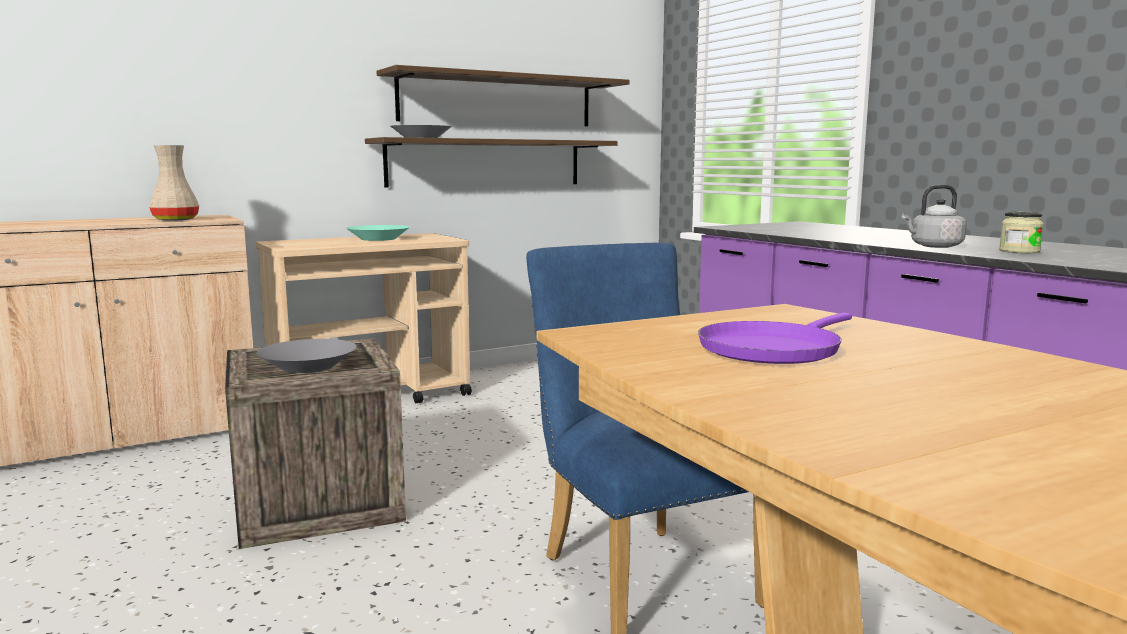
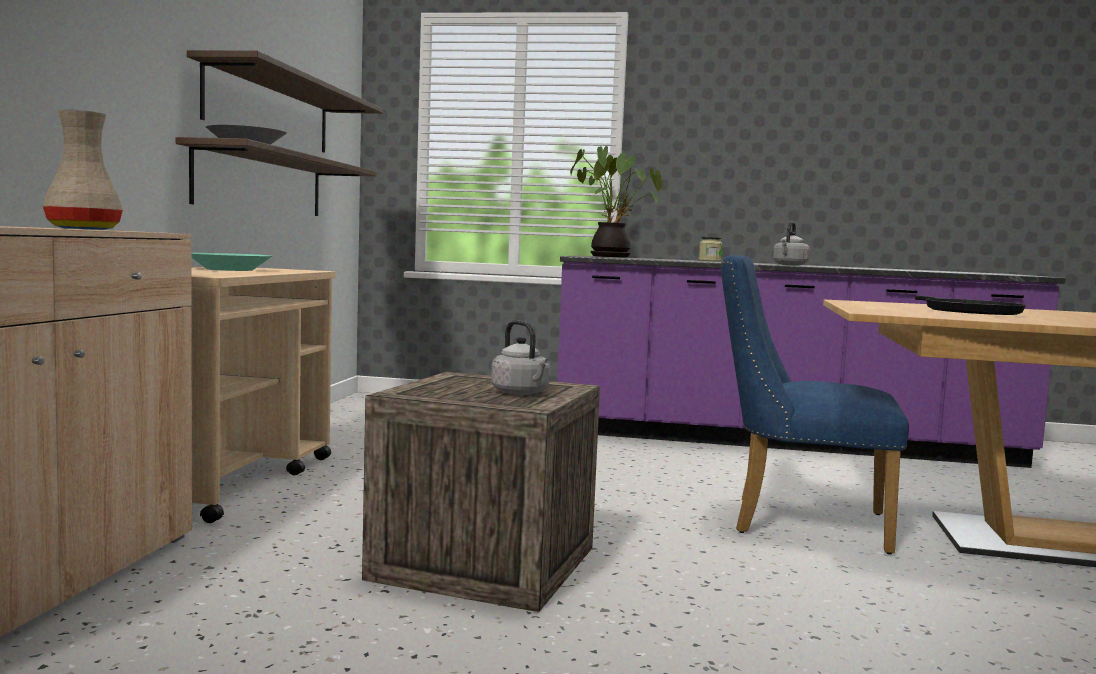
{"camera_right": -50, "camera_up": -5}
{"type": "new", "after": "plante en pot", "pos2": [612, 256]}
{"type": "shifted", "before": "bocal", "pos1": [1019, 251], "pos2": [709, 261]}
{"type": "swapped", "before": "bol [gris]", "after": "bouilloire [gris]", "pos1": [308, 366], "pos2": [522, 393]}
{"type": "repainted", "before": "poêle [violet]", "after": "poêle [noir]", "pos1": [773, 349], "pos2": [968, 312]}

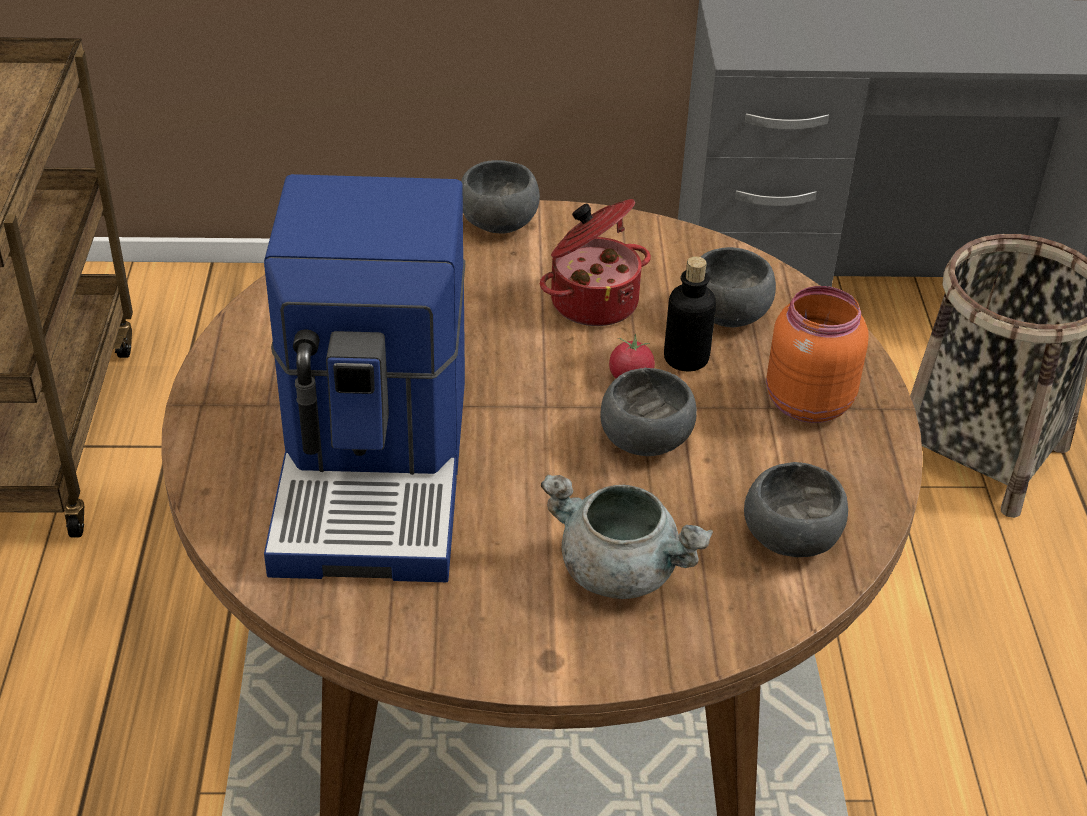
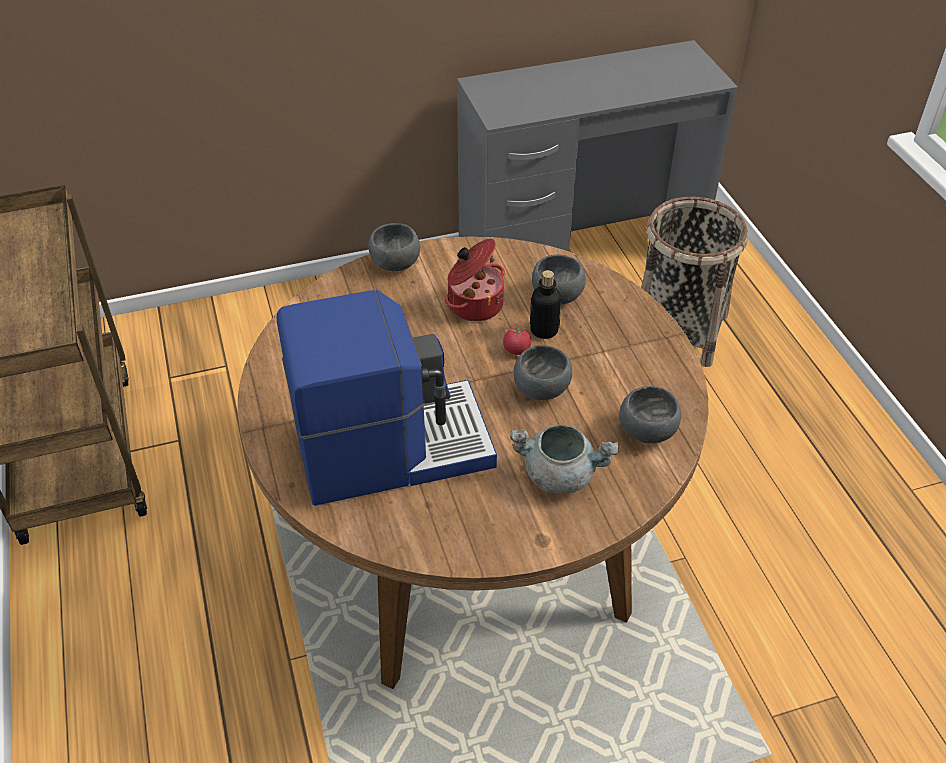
{"camera_right": -15, "camera_up": 5}
{"type": "gone", "before": "bocal [orange]", "pos1": [805, 402]}
{"type": "rotated", "before": "machine à café", "pos1": [377, 470], "pos2": [391, 446], "turn": -90}

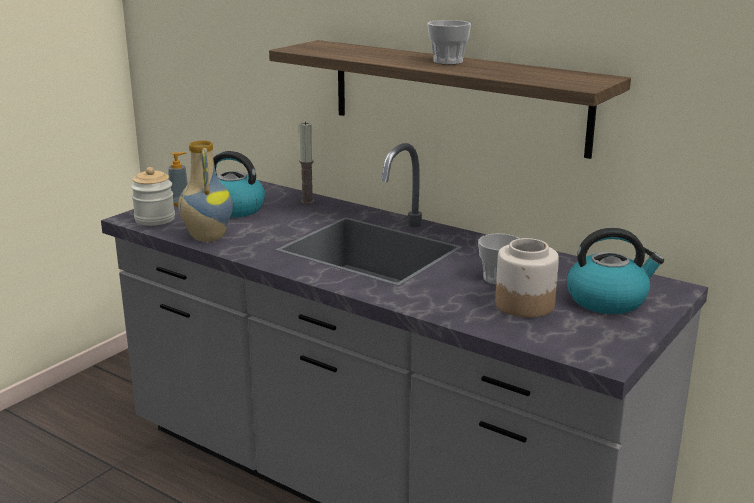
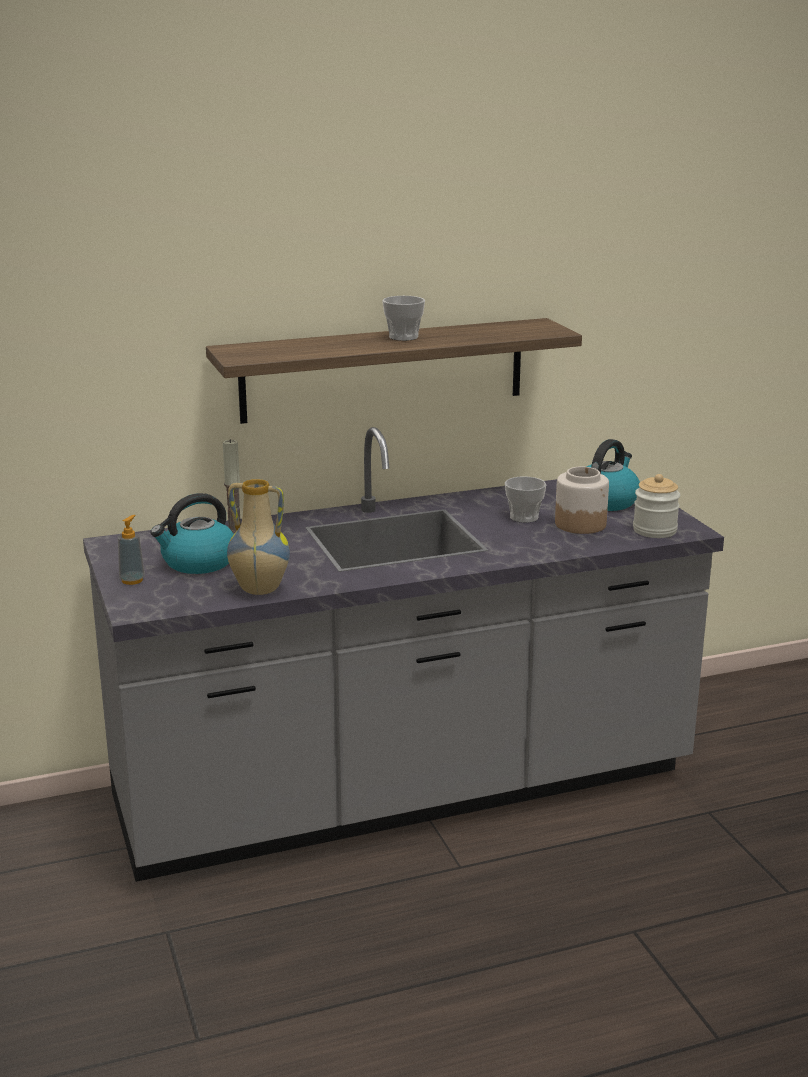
{"camera_right": -55, "camera_up": 0}
{"type": "shifted", "before": "bocal", "pos1": [155, 219], "pos2": [654, 530]}

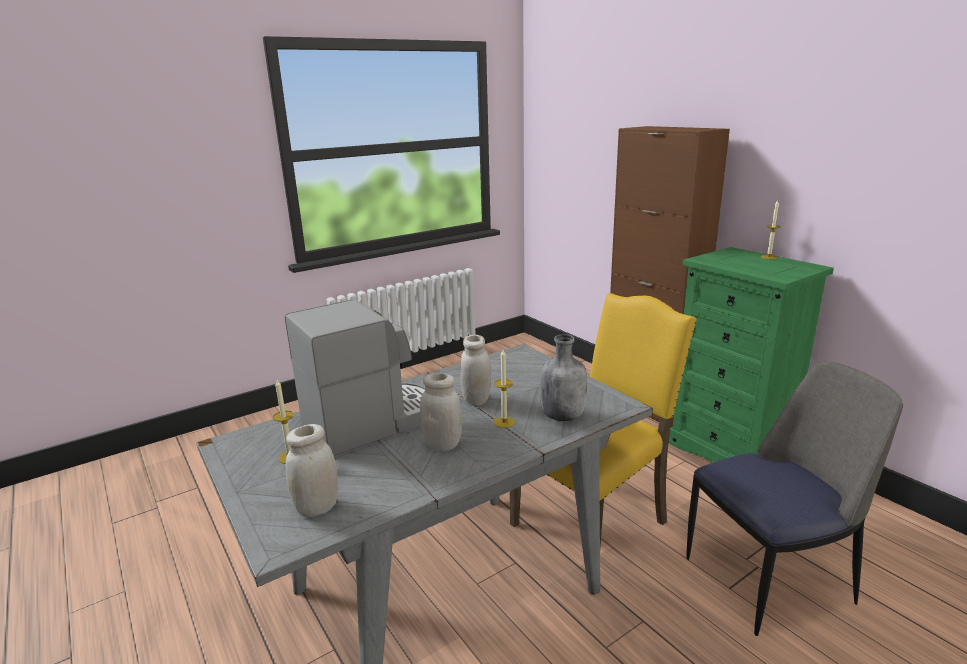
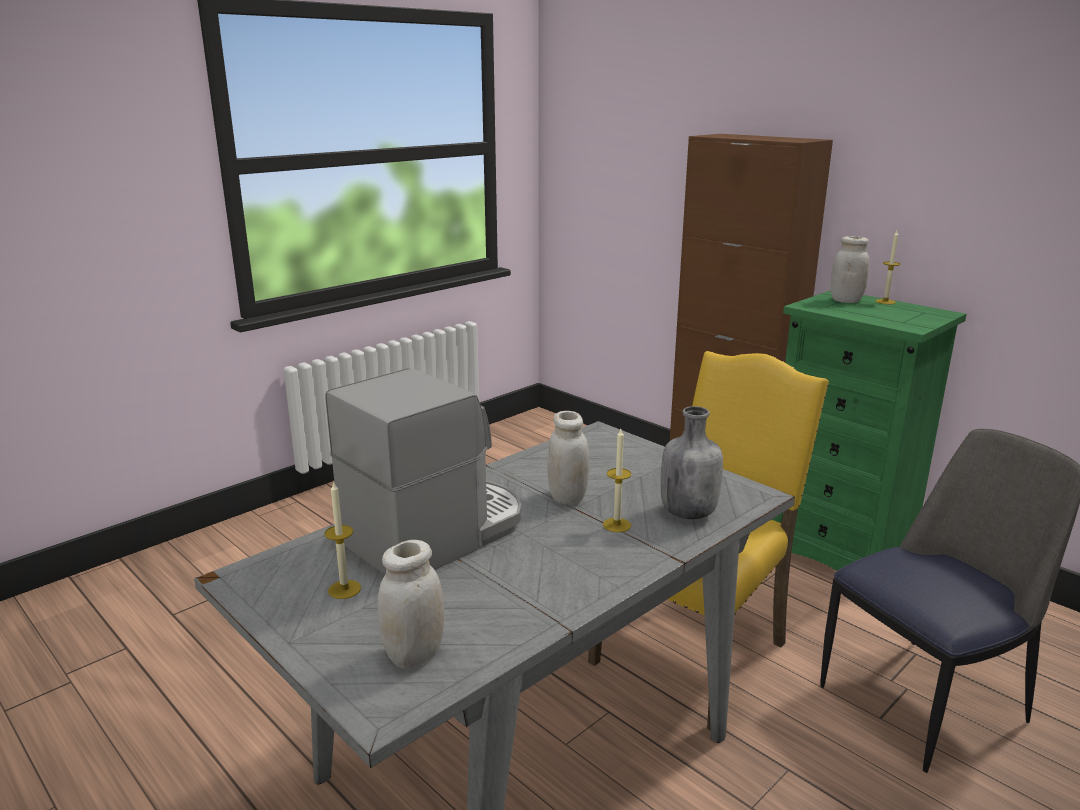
{"camera_right": -10, "camera_up": 0}
{"type": "shifted", "before": "bocal [blanc]", "pos1": [442, 444], "pos2": [846, 300]}

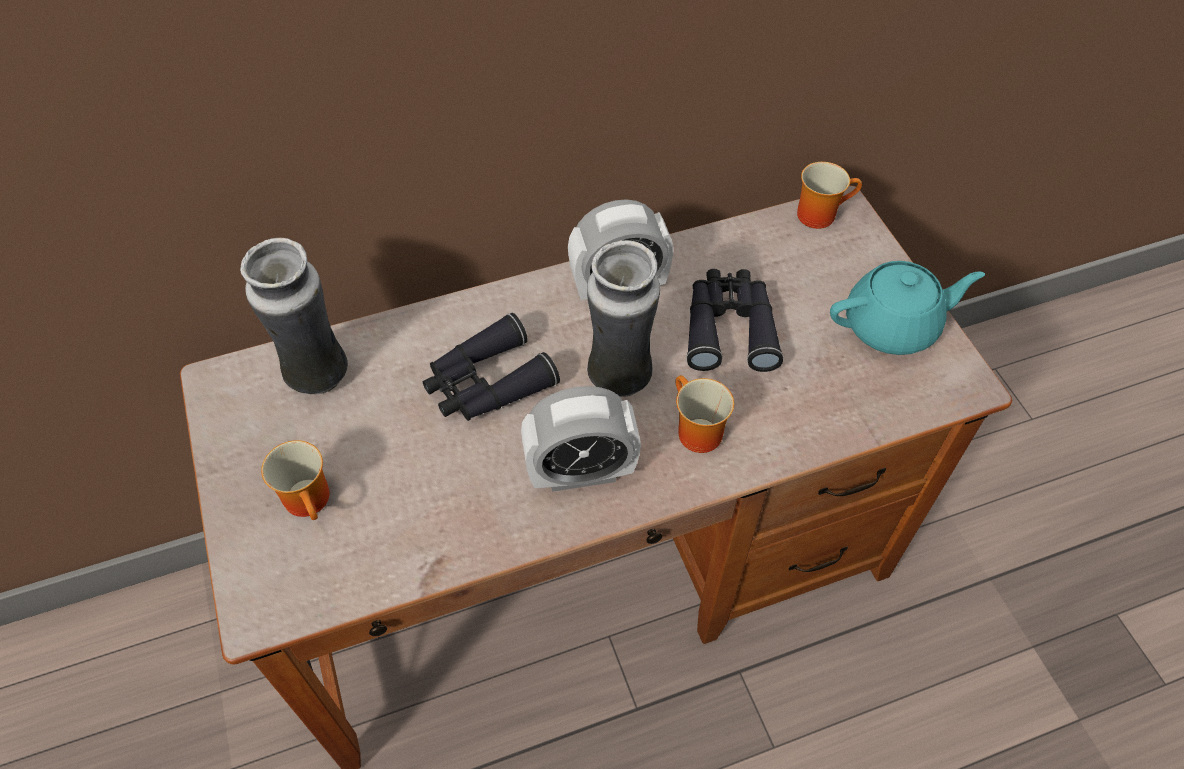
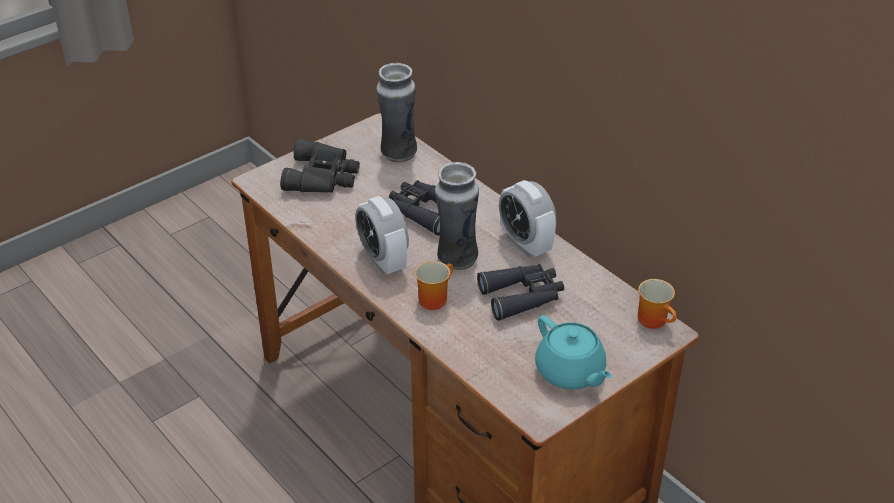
{"camera_right": 70, "camera_up": -15}
{"type": "swapped", "before": "mug", "after": "jumelles [noir]", "pos1": [312, 500], "pos2": [323, 176]}

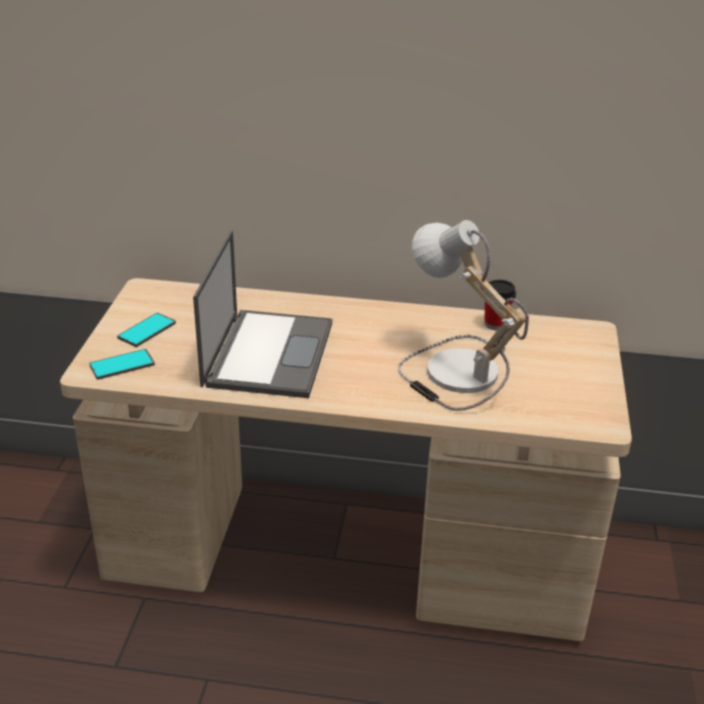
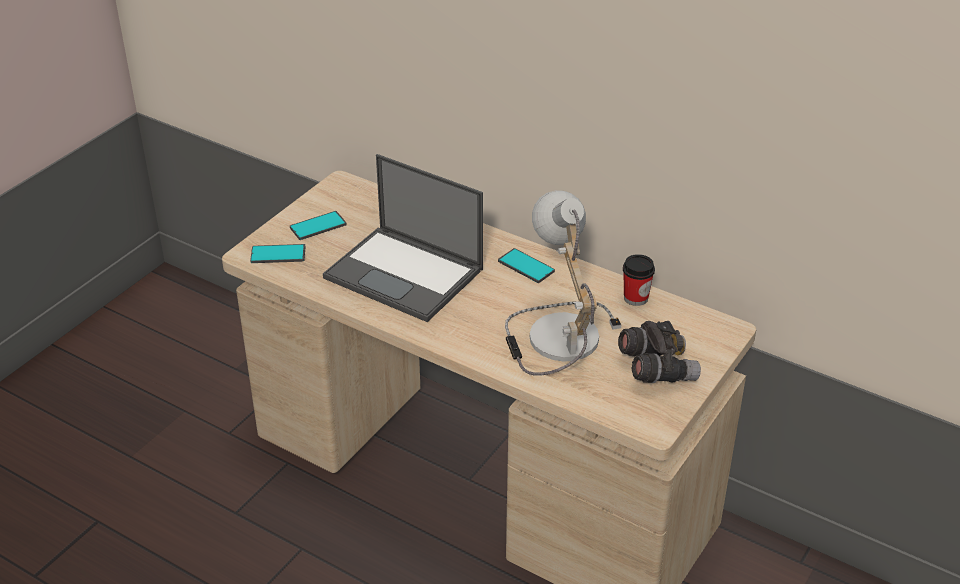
{"camera_right": 25, "camera_up": 5}
{"type": "new", "after": "téléphone", "pos2": [526, 266]}
{"type": "new", "after": "jumelles [gris]", "pos2": [656, 369]}
{"type": "rotated", "before": "ordinateur portable", "pos1": [268, 352], "pos2": [405, 274], "turn": 90}

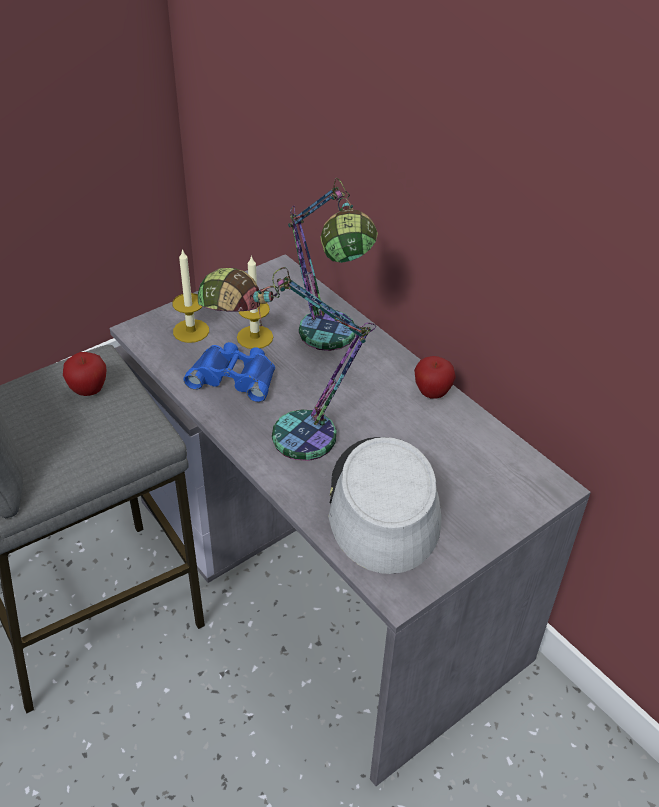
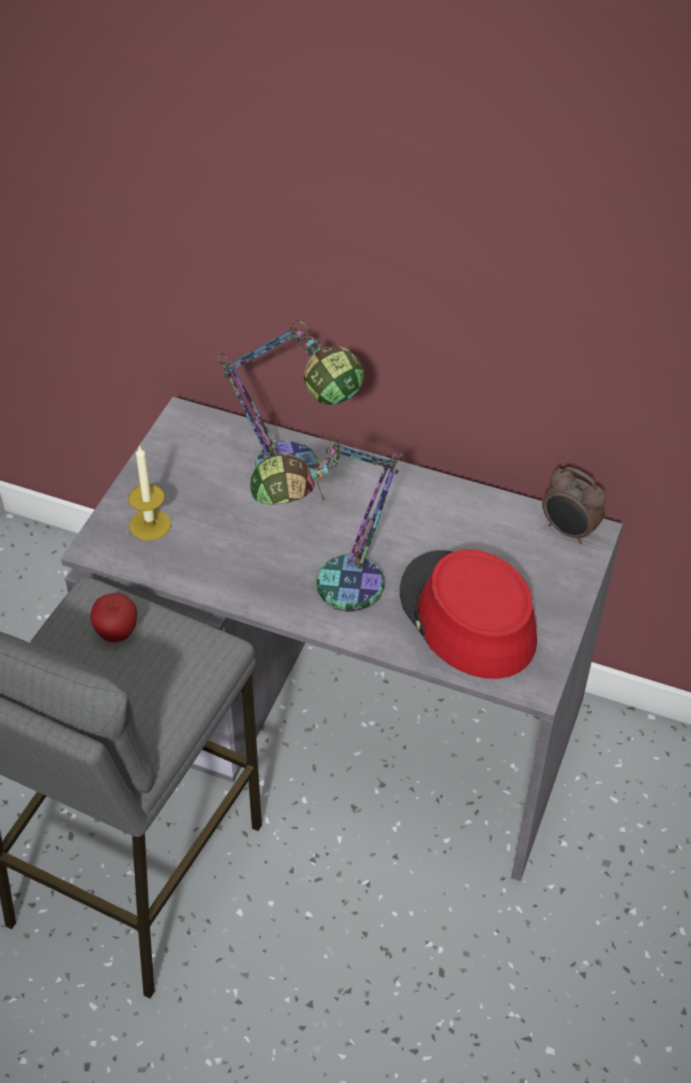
{"camera_right": -30, "camera_up": 5}
{"type": "gone", "before": "jumelles [bleu]", "pos1": [234, 377]}
{"type": "gone", "before": "bougie", "pos1": [255, 337]}
{"type": "gone", "before": "pomme", "pos1": [432, 393]}
{"type": "new", "after": "réveil", "pos2": [568, 531]}
{"type": "repainted", "before": "chapeau [gris]", "after": "chapeau [rouge]", "pos1": [382, 505], "pos2": [466, 616]}

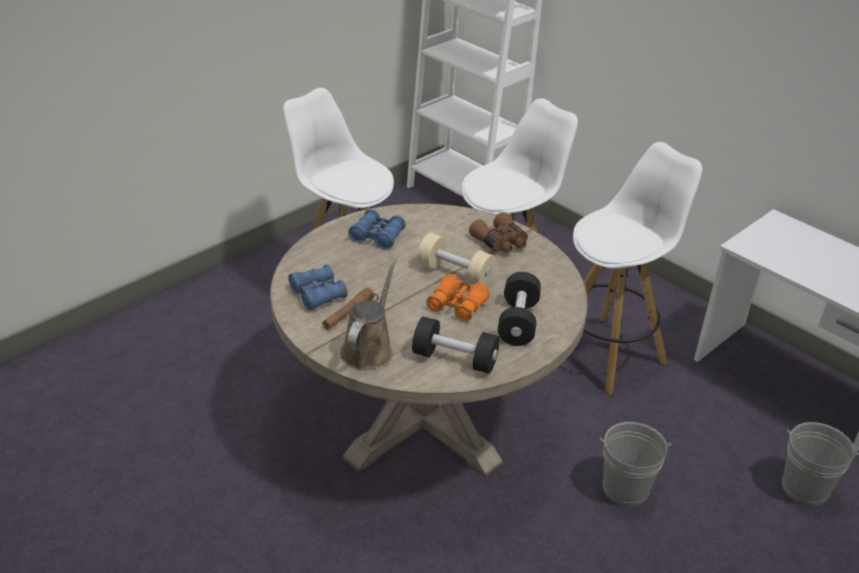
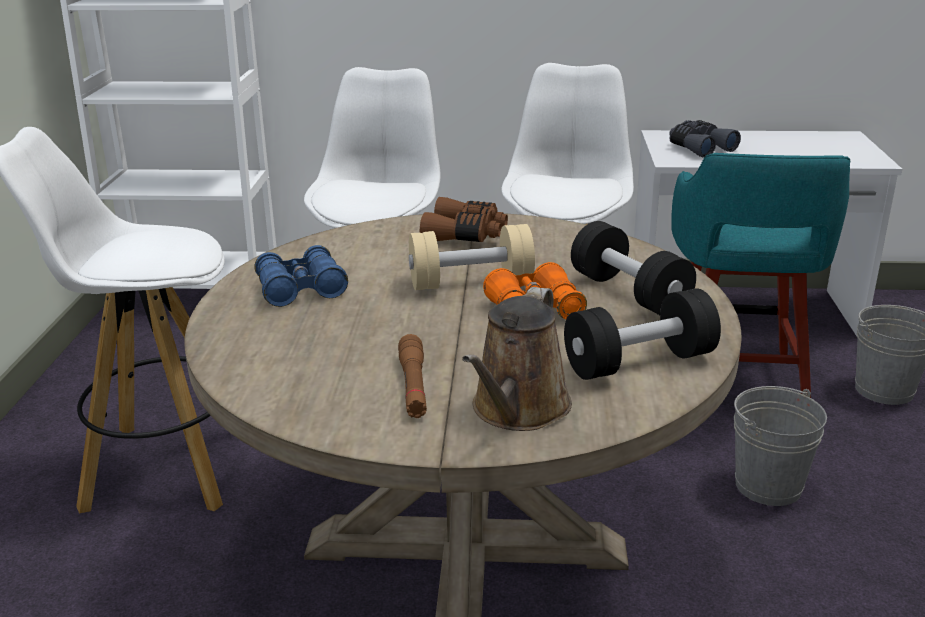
{"camera_right": -40, "camera_up": -10}
{"type": "gone", "before": "jumelles [bleu]", "pos1": [317, 294]}
{"type": "new", "after": "jumelles [gris]", "pos2": [699, 148]}
{"type": "new", "after": "tabouret [turquoise]", "pos2": [733, 383]}
{"type": "rotated", "before": "arrosoir [marron]", "pos1": [369, 349], "pos2": [518, 410], "turn": -135}

